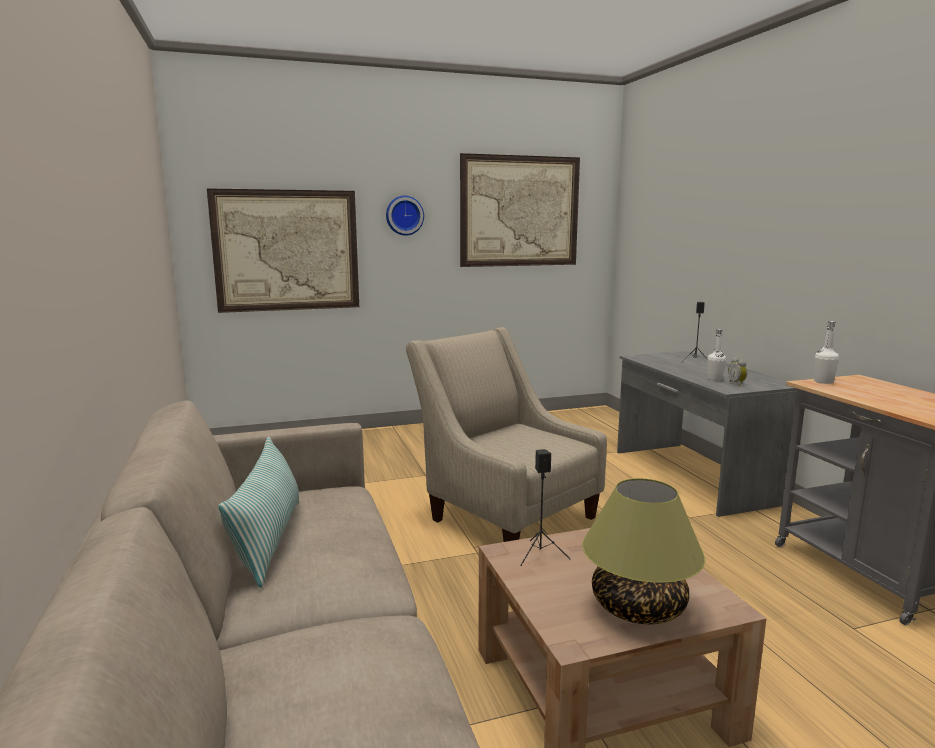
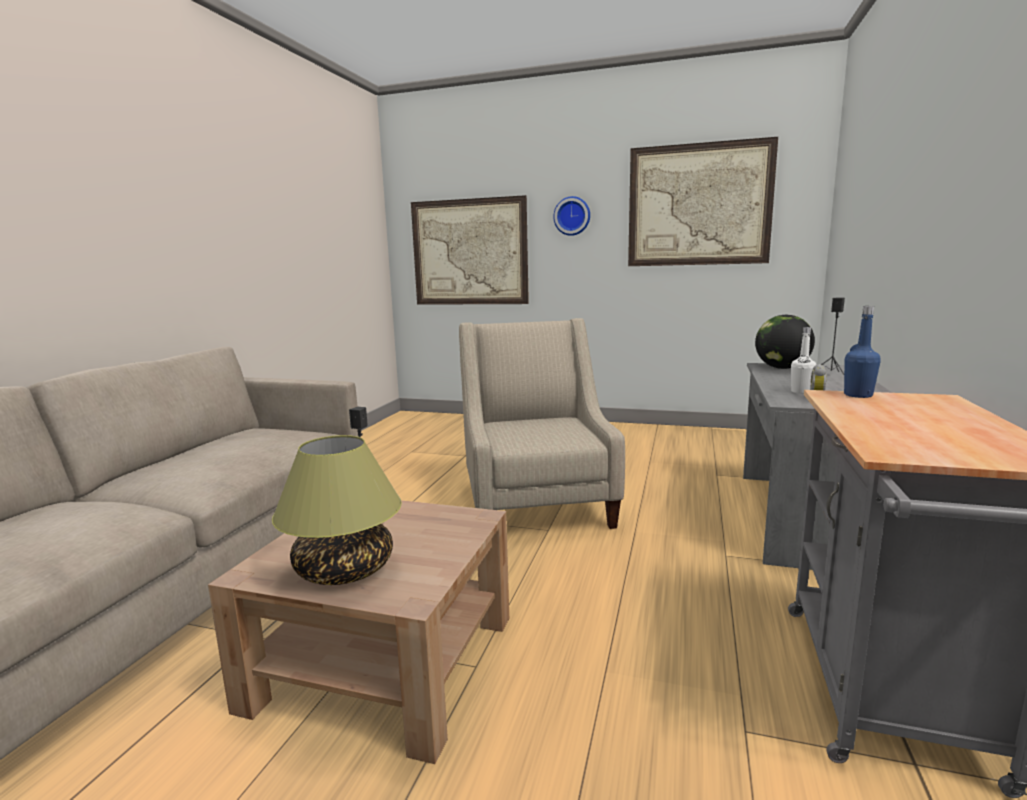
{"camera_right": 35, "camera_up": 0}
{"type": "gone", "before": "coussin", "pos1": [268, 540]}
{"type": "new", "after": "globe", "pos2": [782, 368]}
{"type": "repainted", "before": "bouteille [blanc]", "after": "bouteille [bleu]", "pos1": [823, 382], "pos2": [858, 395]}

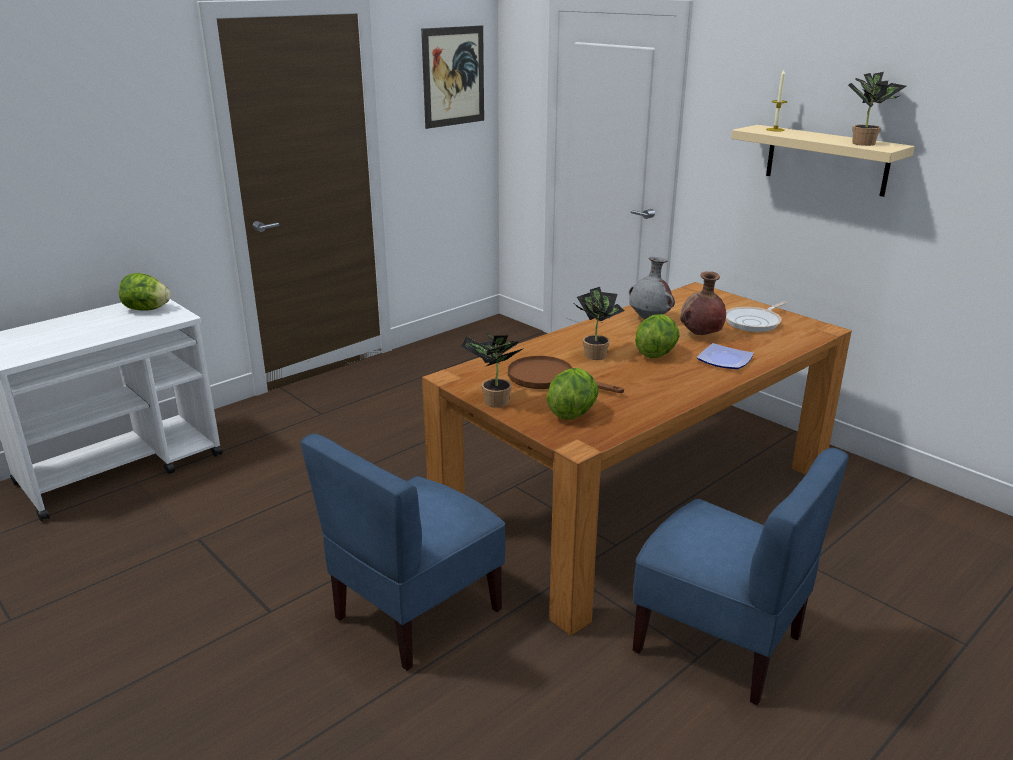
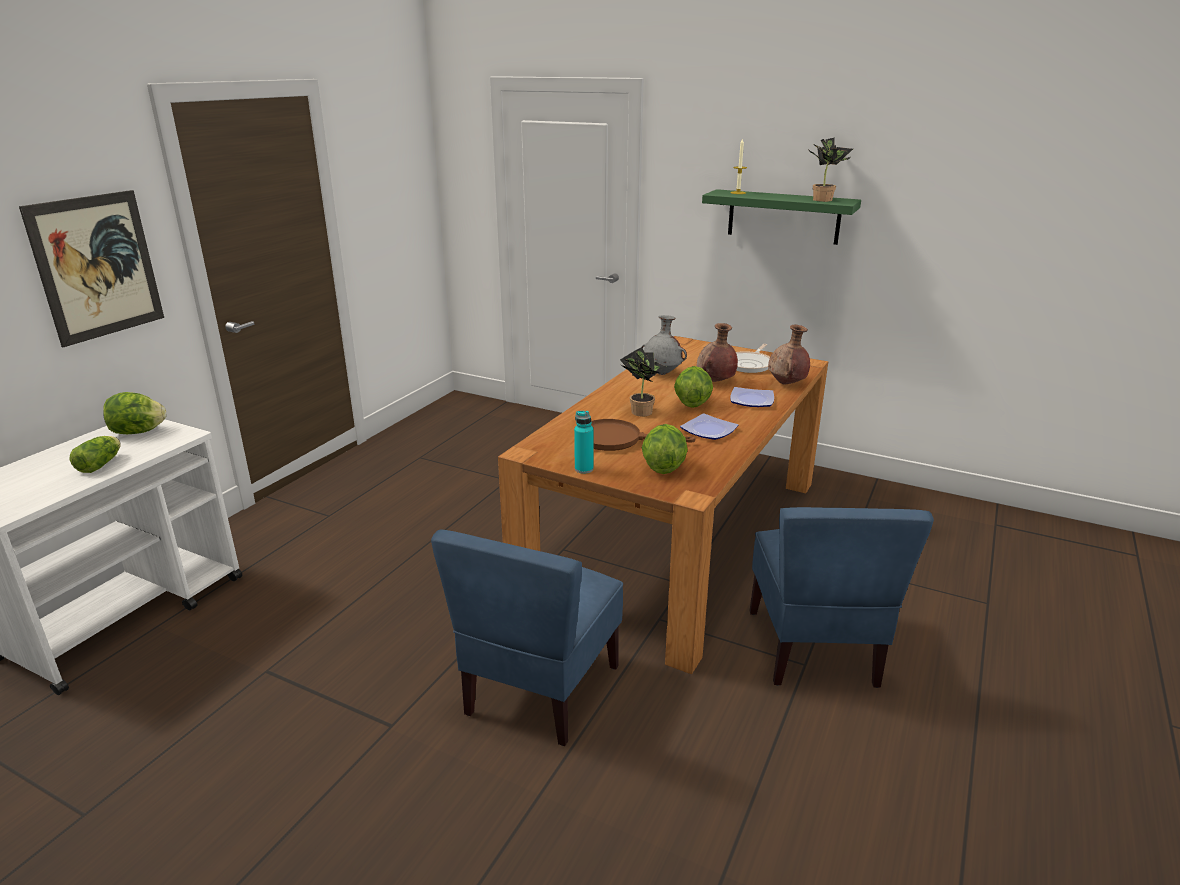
{"camera_right": -20, "camera_up": 0}
{"type": "new", "after": "laitue", "pos2": [102, 464]}
{"type": "new", "after": "assiette", "pos2": [708, 430]}
{"type": "new", "after": "vase [marron]", "pos2": [787, 384]}
{"type": "shifted", "before": "tableau", "pos1": [453, 76], "pos2": [97, 267]}
{"type": "swapped", "before": "plante en pot", "after": "bouteille [turquoise]", "pos1": [492, 402], "pos2": [584, 469]}
{"type": "repainted", "before": "étagère [beige]", "after": "étagère [vert]", "pos1": [826, 160], "pos2": [783, 216]}
{"type": "rotated", "before": "chaise [bleu]", "pos1": [719, 642], "pos2": [814, 648], "turn": 75}

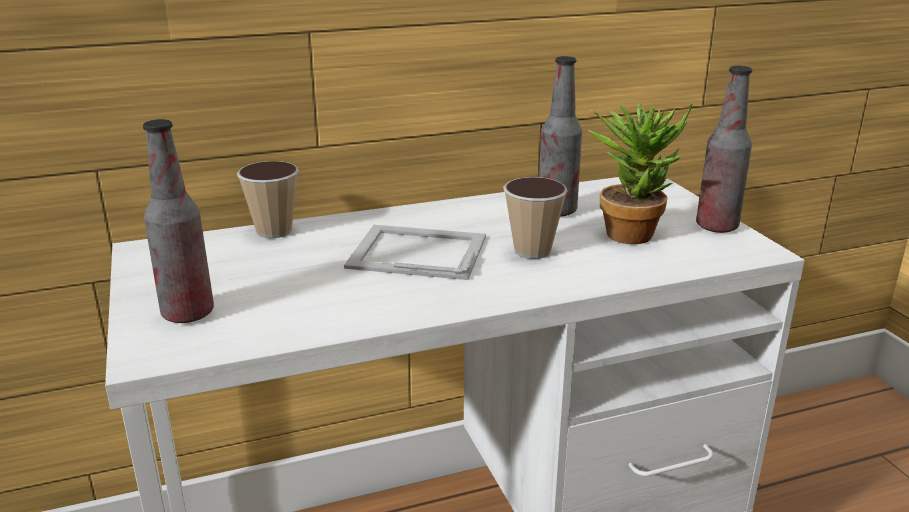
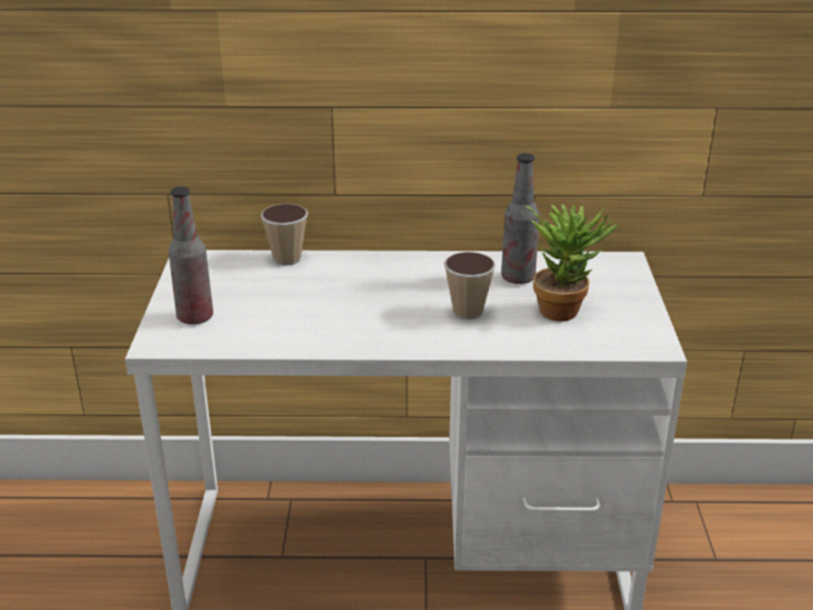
{"camera_right": 20, "camera_up": 5}
{"type": "gone", "before": "cadre photo", "pos1": [416, 251]}
{"type": "gone", "before": "bouteille", "pos1": [716, 226]}

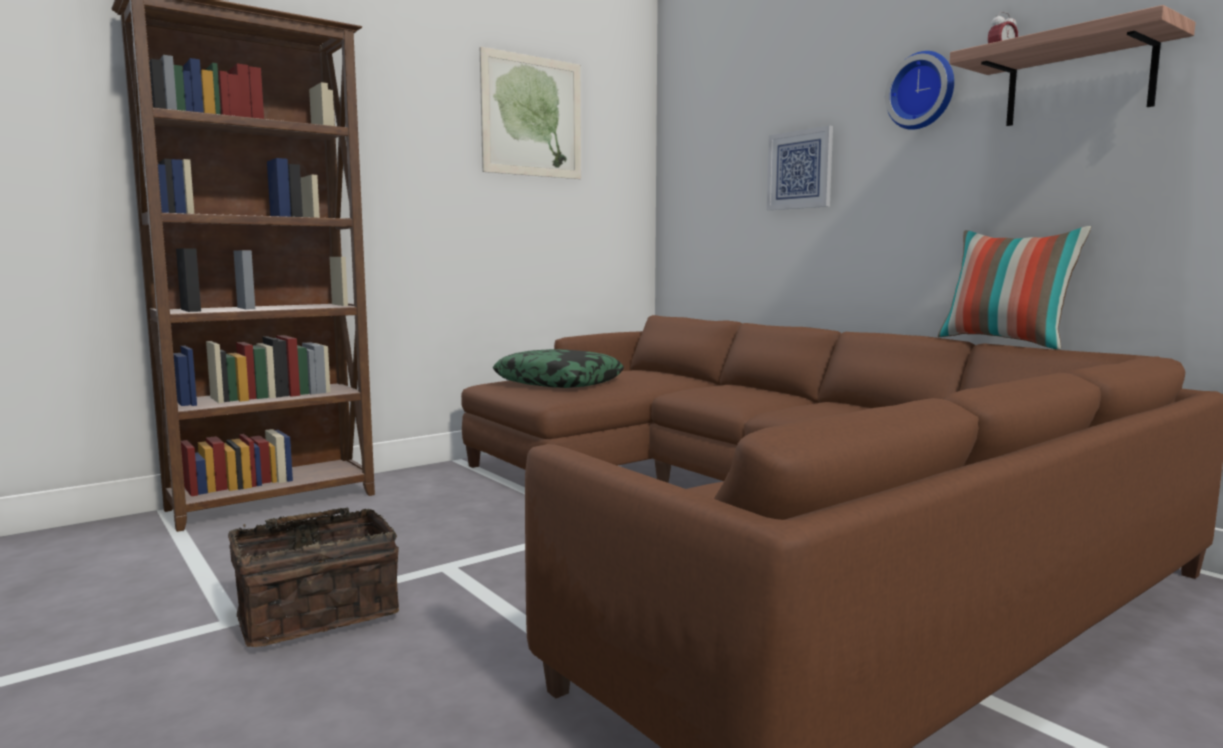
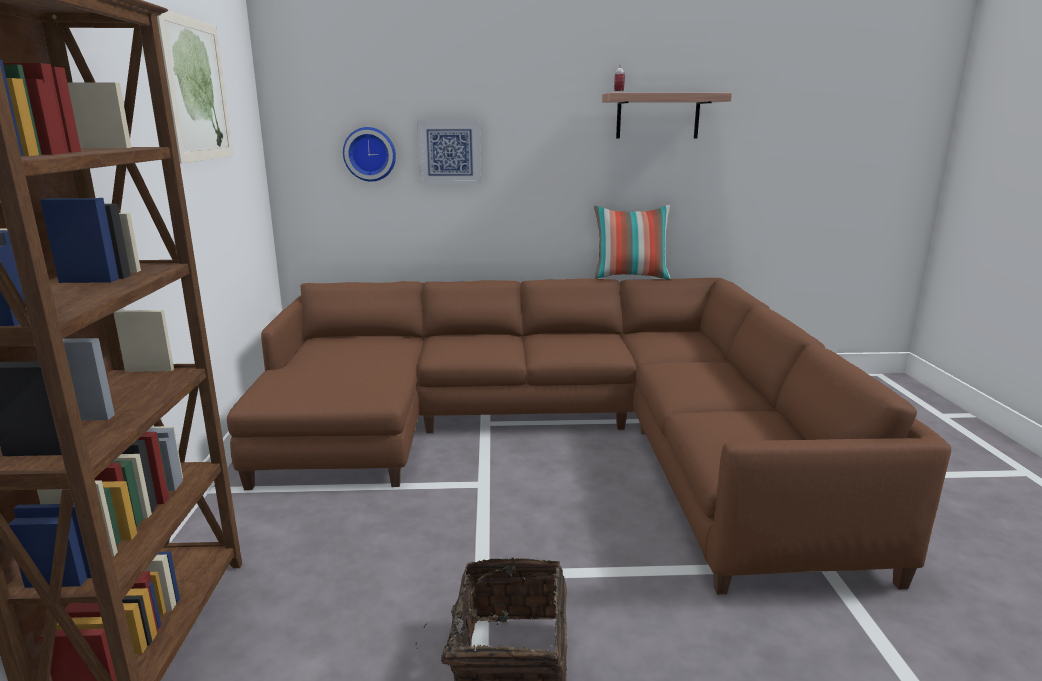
{"camera_right": -55, "camera_up": 10}
{"type": "gone", "before": "coussin", "pos1": [559, 382]}
{"type": "shifted", "before": "horloge murale", "pos1": [922, 91], "pos2": [370, 154]}

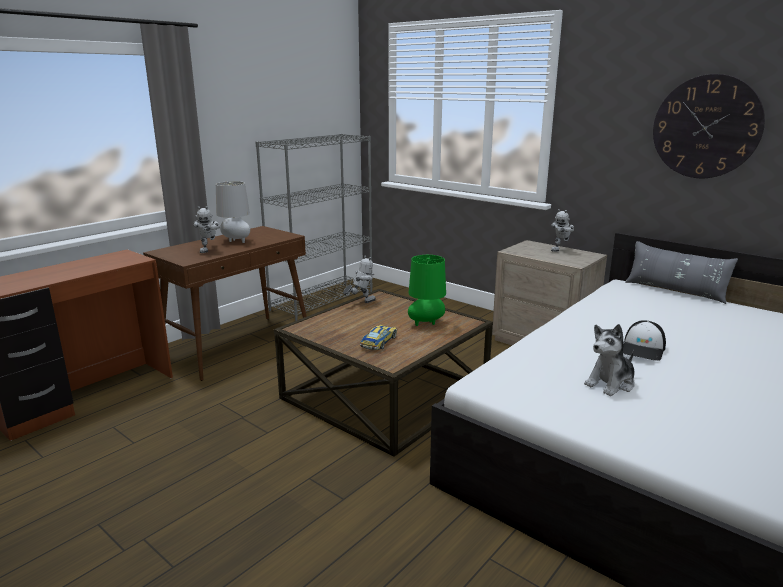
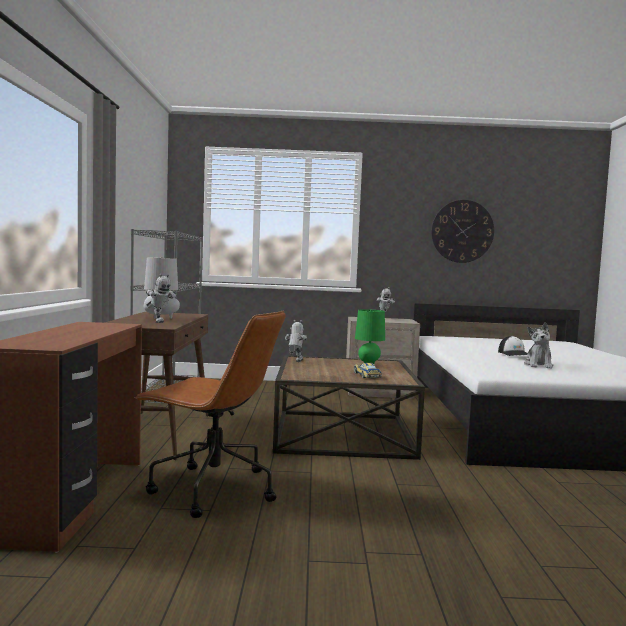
{"camera_right": -40, "camera_up": -15}
{"type": "gone", "before": "coussin [gris]", "pos1": [675, 291]}
{"type": "new", "after": "chaise de bureau [marron]", "pos2": [211, 489]}

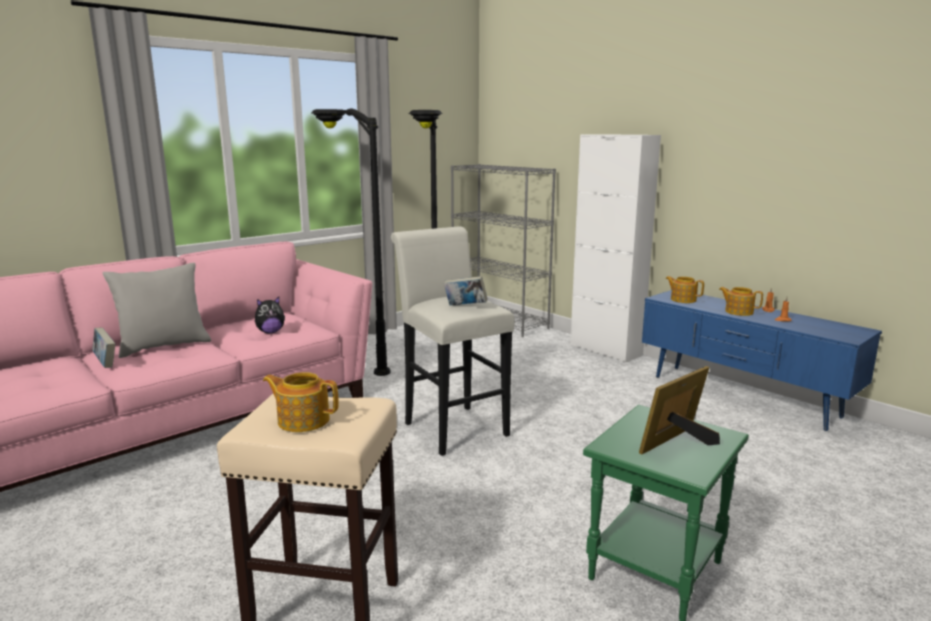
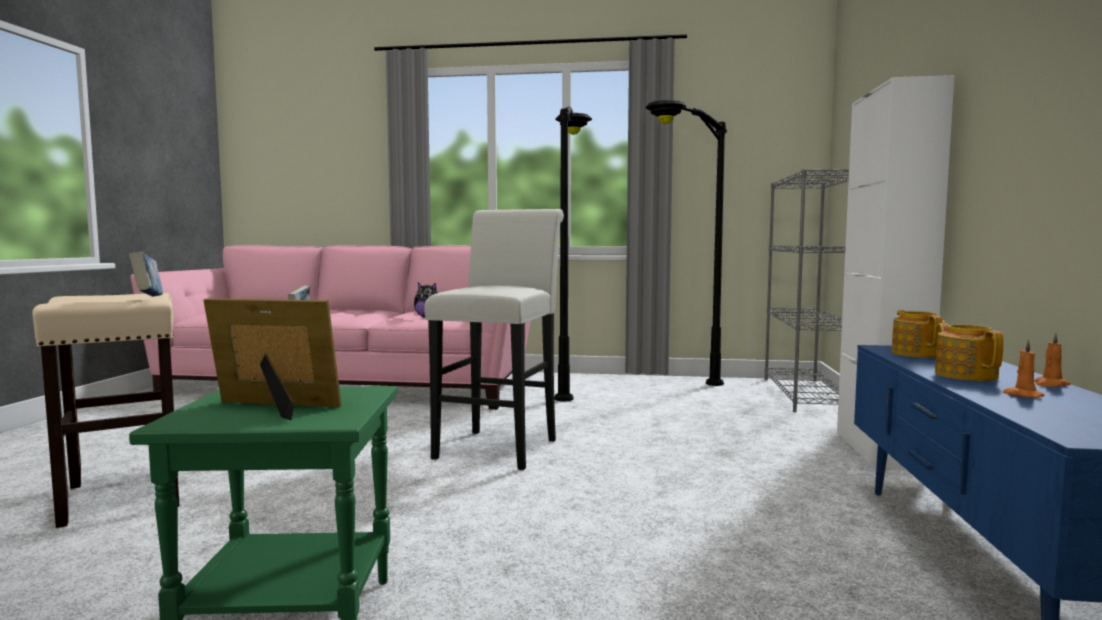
{"camera_right": 50, "camera_up": -10}
{"type": "gone", "before": "coussin [gris]", "pos1": [164, 346]}
{"type": "gone", "before": "théière", "pos1": [303, 420]}
{"type": "shifted", "before": "livre", "pos1": [465, 306], "pos2": [148, 298]}

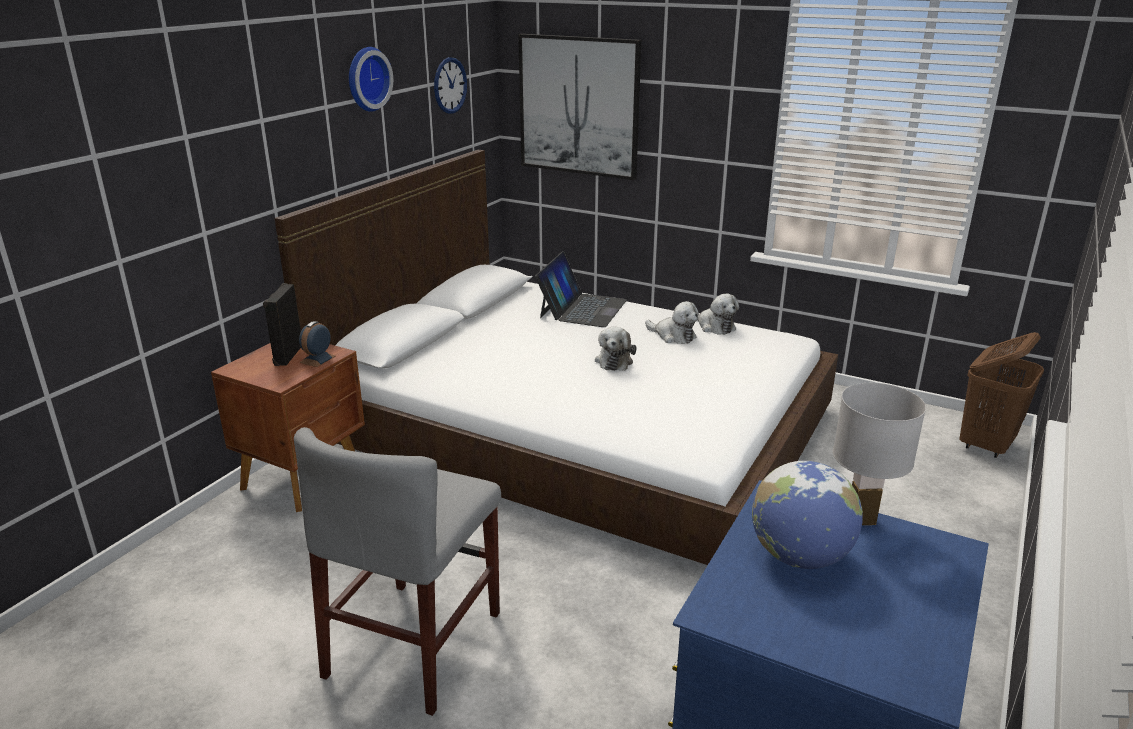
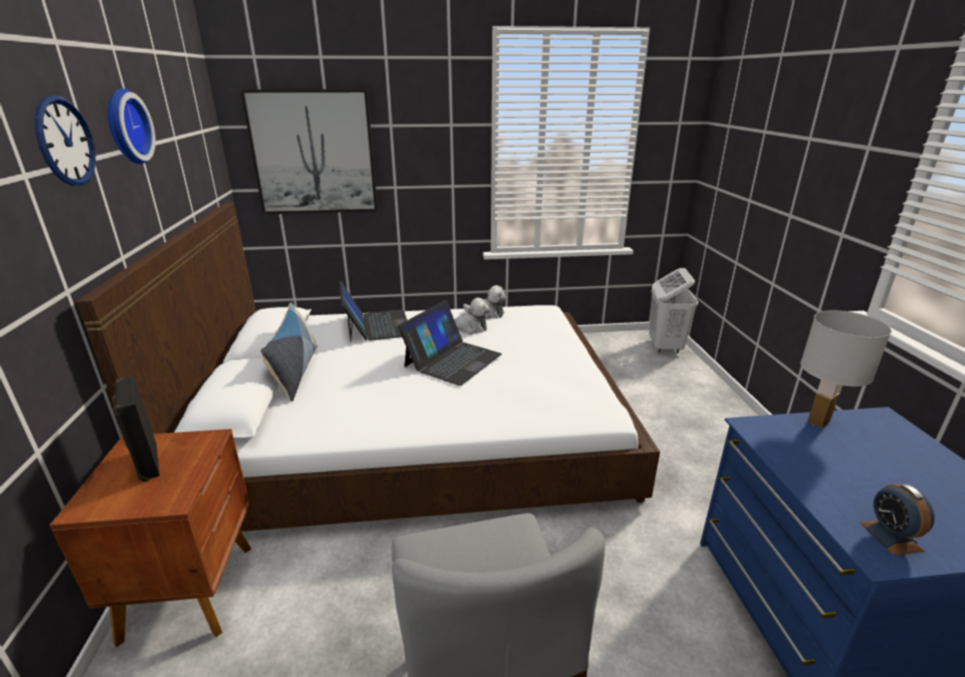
{"camera_right": -35, "camera_up": 0}
{"type": "gone", "before": "globe", "pos1": [799, 557]}
{"type": "new", "after": "coussin", "pos2": [295, 372]}
{"type": "shifted", "before": "réveil", "pos1": [317, 359], "pos2": [891, 536]}
{"type": "shifted", "before": "horloge murale", "pos1": [450, 85], "pos2": [65, 142]}
{"type": "swapped", "before": "peluche", "after": "ordinateur portable", "pos1": [614, 360], "pos2": [452, 360]}
{"type": "repainted", "before": "panier à linge [marron]", "after": "panier à linge [blanc]", "pos1": [986, 445], "pos2": [664, 346]}

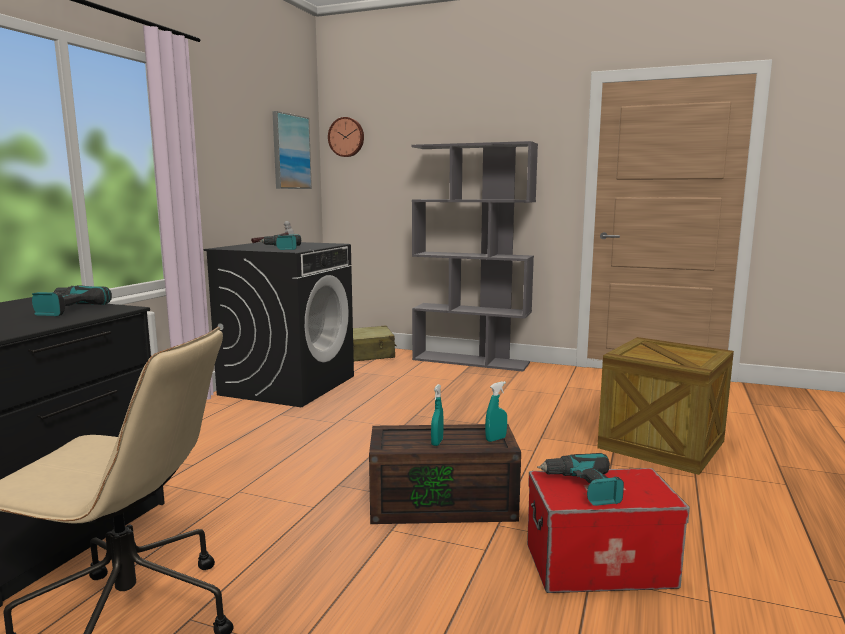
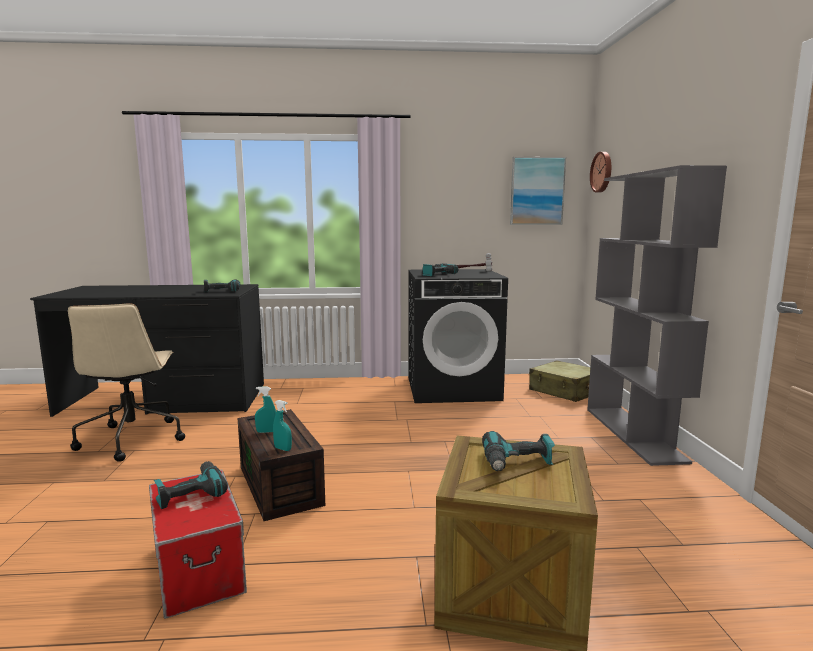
{"camera_right": 65, "camera_up": 0}
{"type": "new", "after": "perceuse", "pos2": [517, 463]}

